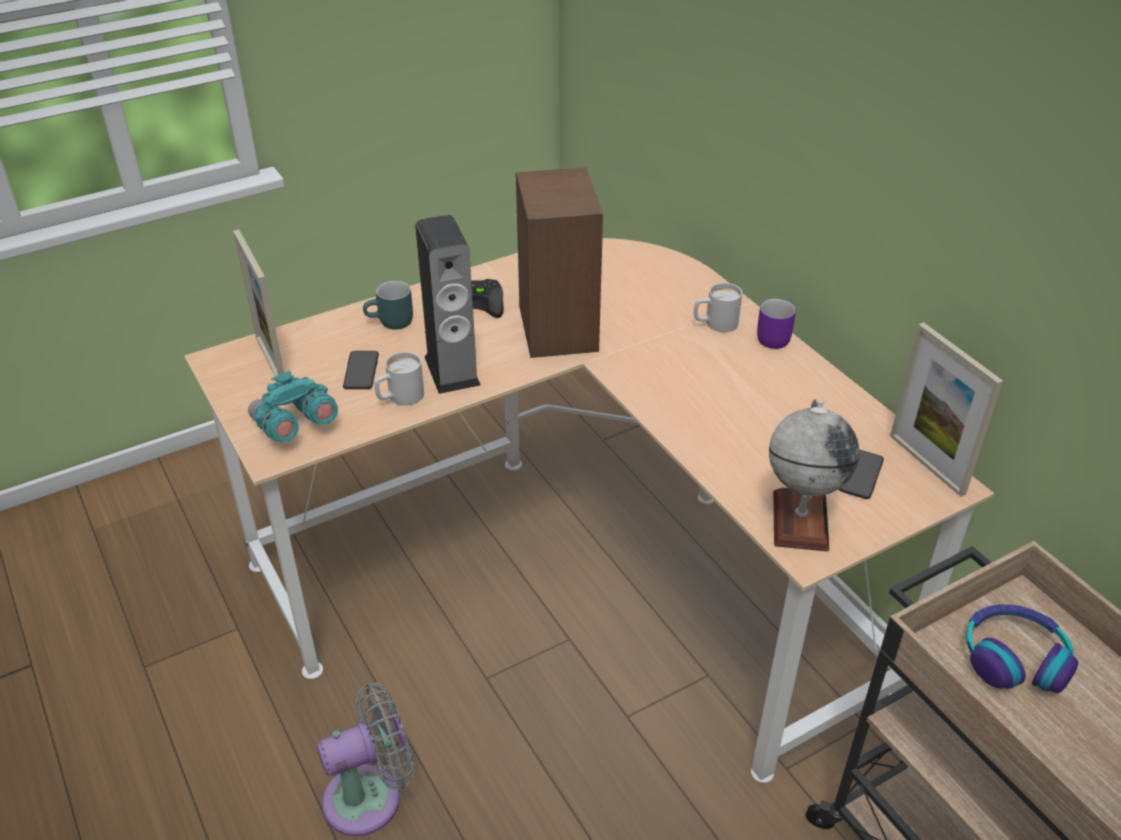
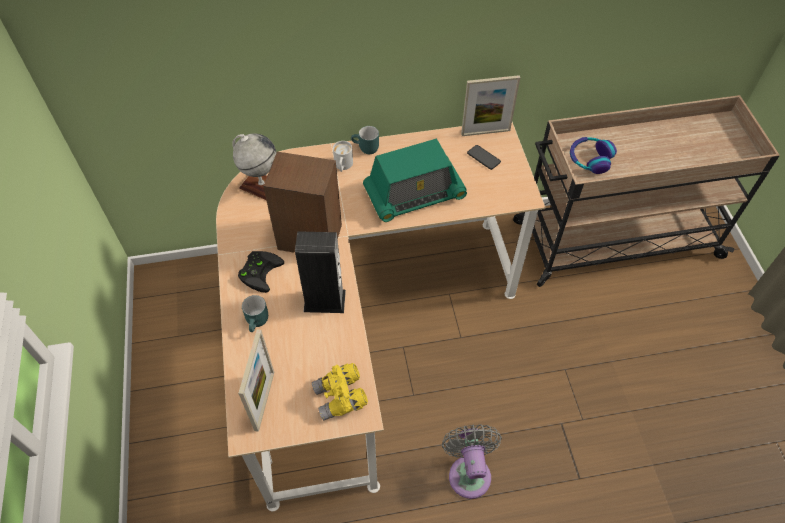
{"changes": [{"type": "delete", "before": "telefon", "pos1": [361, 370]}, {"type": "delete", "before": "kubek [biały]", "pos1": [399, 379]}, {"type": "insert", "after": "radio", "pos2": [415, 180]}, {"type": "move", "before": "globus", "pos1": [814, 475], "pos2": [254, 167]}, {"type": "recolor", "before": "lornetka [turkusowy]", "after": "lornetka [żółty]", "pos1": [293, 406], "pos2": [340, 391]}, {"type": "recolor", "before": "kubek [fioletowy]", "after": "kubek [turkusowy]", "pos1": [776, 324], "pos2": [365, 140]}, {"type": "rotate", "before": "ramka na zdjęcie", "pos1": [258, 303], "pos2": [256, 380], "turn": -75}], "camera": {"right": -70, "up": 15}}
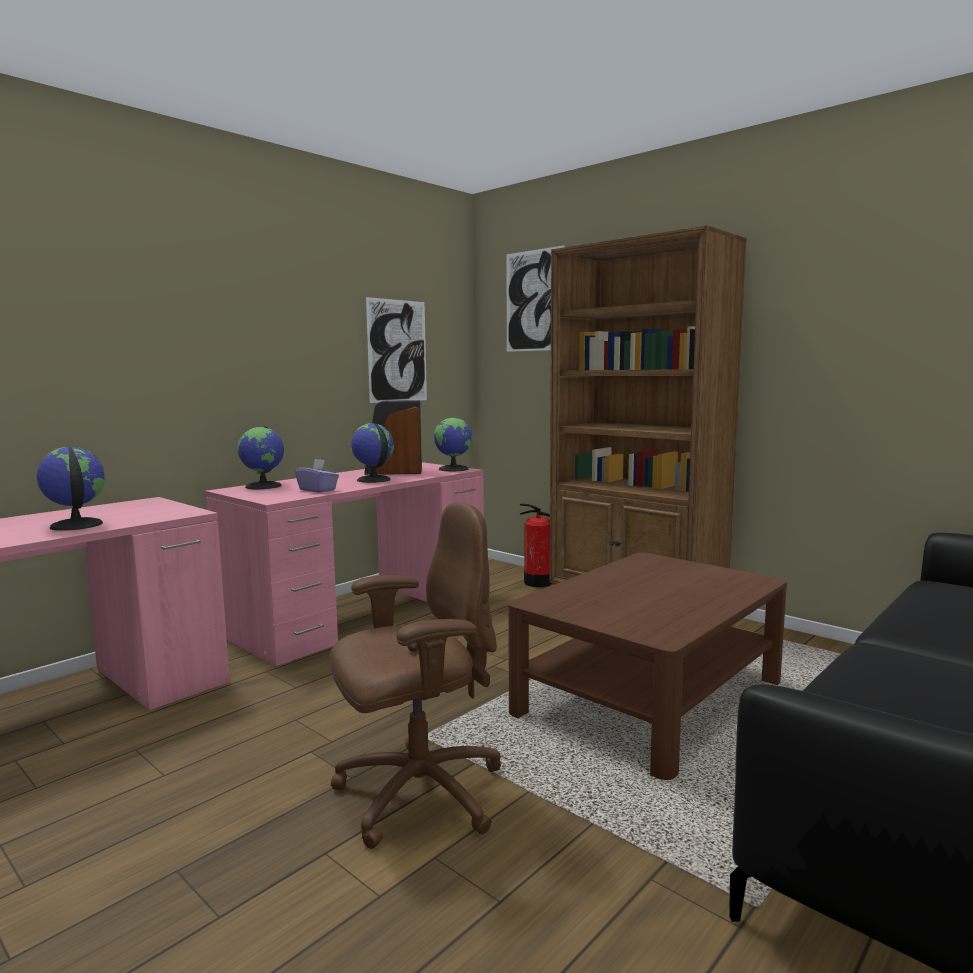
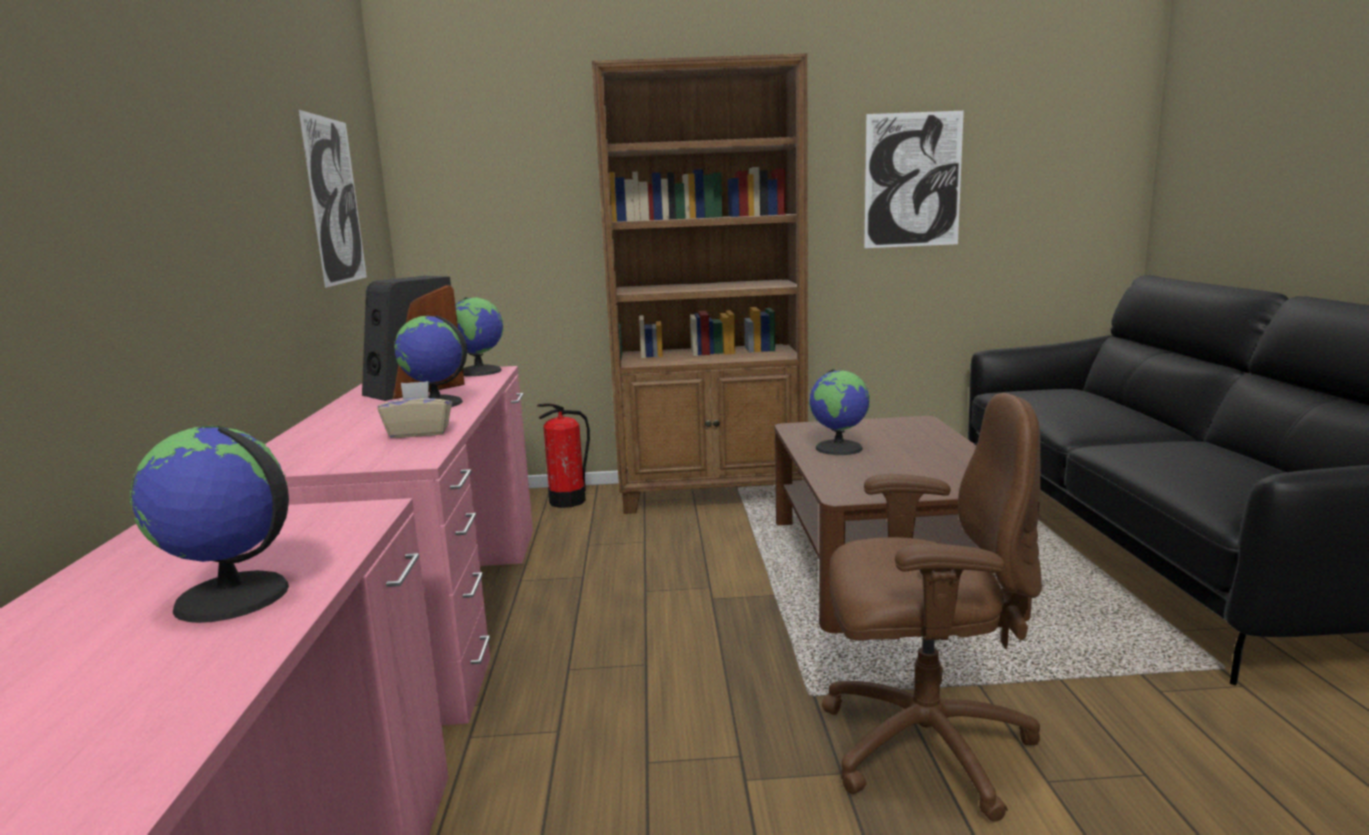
{"changes": [{"type": "move", "before": "globus", "pos1": [260, 457], "pos2": [839, 412]}, {"type": "move", "before": "obraz", "pos1": [535, 298], "pos2": [914, 179]}, {"type": "recolor", "before": "pudełko chusteczek [fioletowy]", "after": "pudełko chusteczek [beżowy]", "pos1": [317, 476], "pos2": [415, 409]}, {"type": "rotate", "before": "krzesło biurowe [brązowy]", "pos1": [415, 675], "pos2": [932, 607], "turn": 75}], "camera": {"right": -45, "up": 5}}
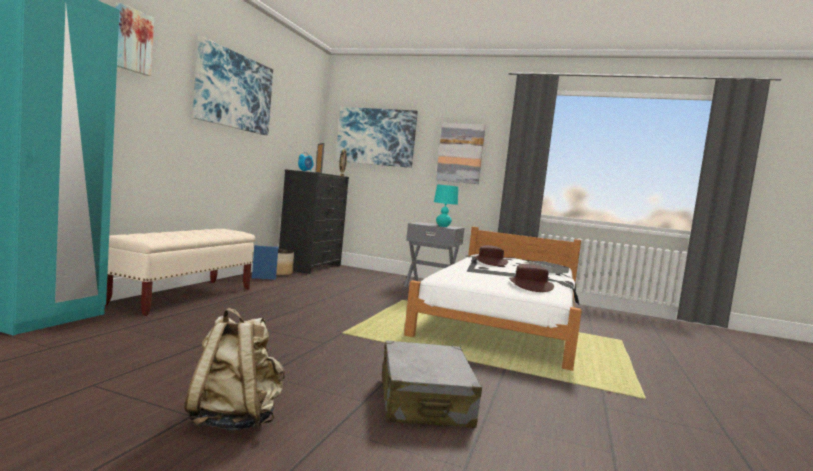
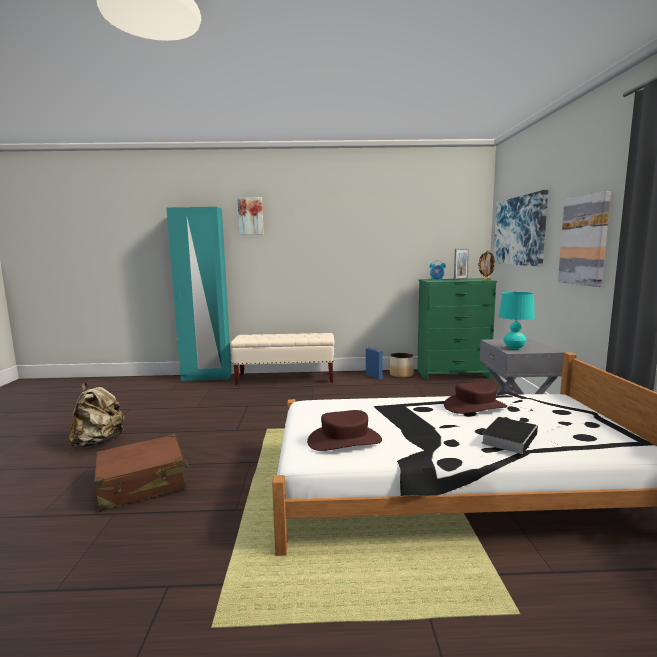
{"changes": [{"type": "delete", "before": "obraz", "pos1": [233, 85]}, {"type": "recolor", "before": "komoda [czarny]", "after": "komoda [zielony]", "pos1": [314, 221], "pos2": [457, 329]}, {"type": "recolor", "before": "walizka [szary]", "after": "walizka [brązowy]", "pos1": [432, 384], "pos2": [141, 473]}], "camera": {"right": 70, "up": 5}}
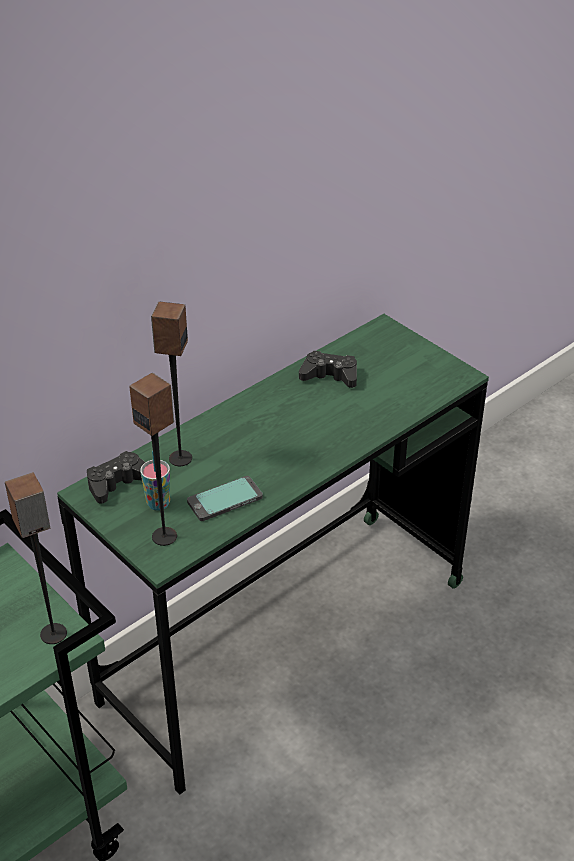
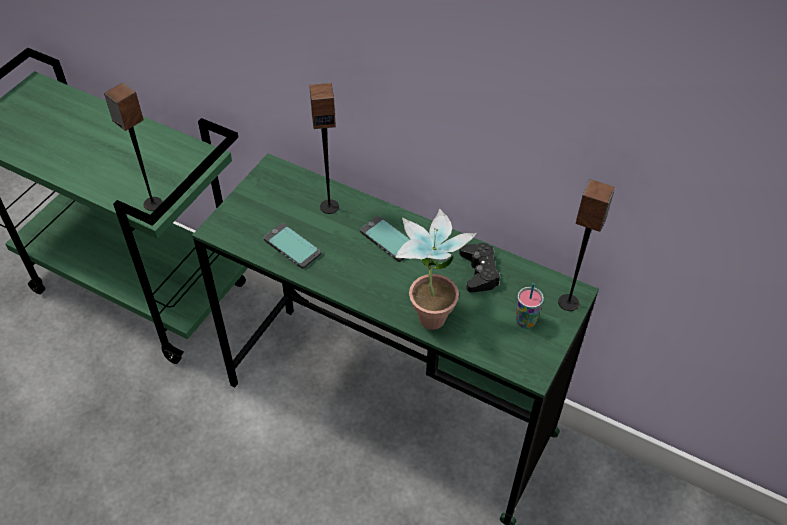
{"changes": [{"type": "delete", "before": "pad do gier [czarny]", "pos1": [116, 477]}, {"type": "insert", "after": "telefon", "pos2": [385, 239]}, {"type": "insert", "after": "roślina doniczkowa", "pos2": [435, 269]}, {"type": "move", "before": "głośnik", "pos1": [153, 459], "pos2": [586, 245]}, {"type": "move", "before": "filiżanka", "pos1": [155, 481], "pos2": [529, 306]}], "camera": {"right": 70, "up": 10}}
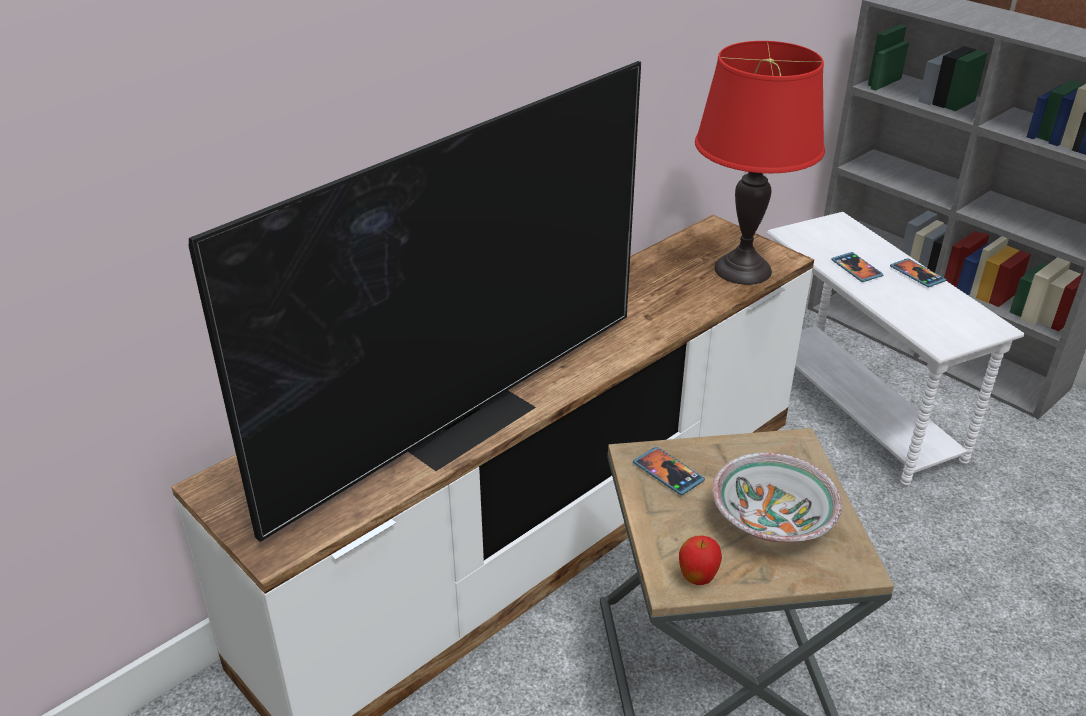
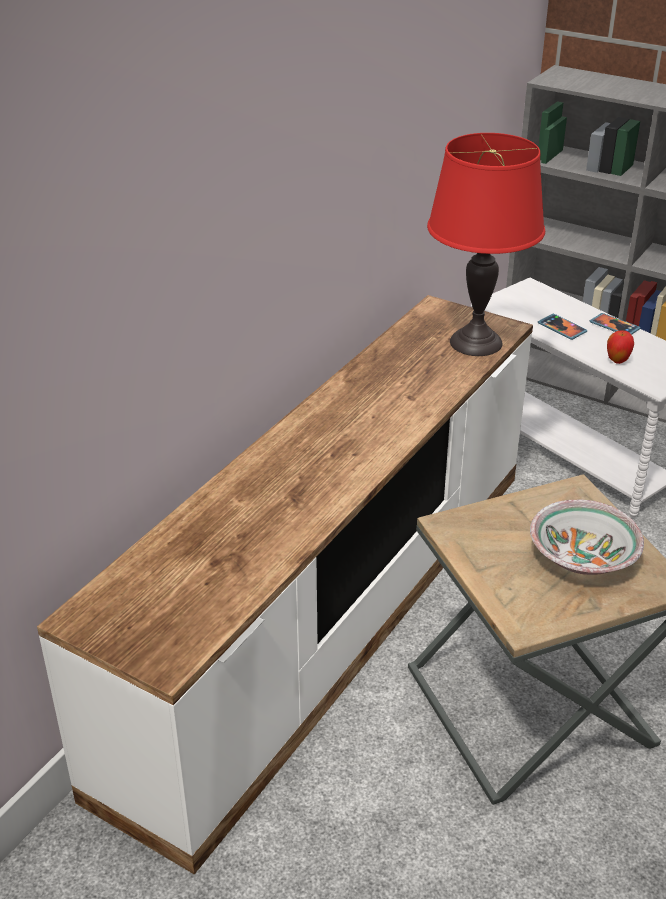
{"changes": [{"type": "delete", "before": "telewizor", "pos1": [415, 301]}, {"type": "delete", "before": "telefon", "pos1": [669, 471]}, {"type": "move", "before": "jabłko", "pos1": [700, 560], "pos2": [620, 347]}], "camera": {"right": -15, "up": 0}}
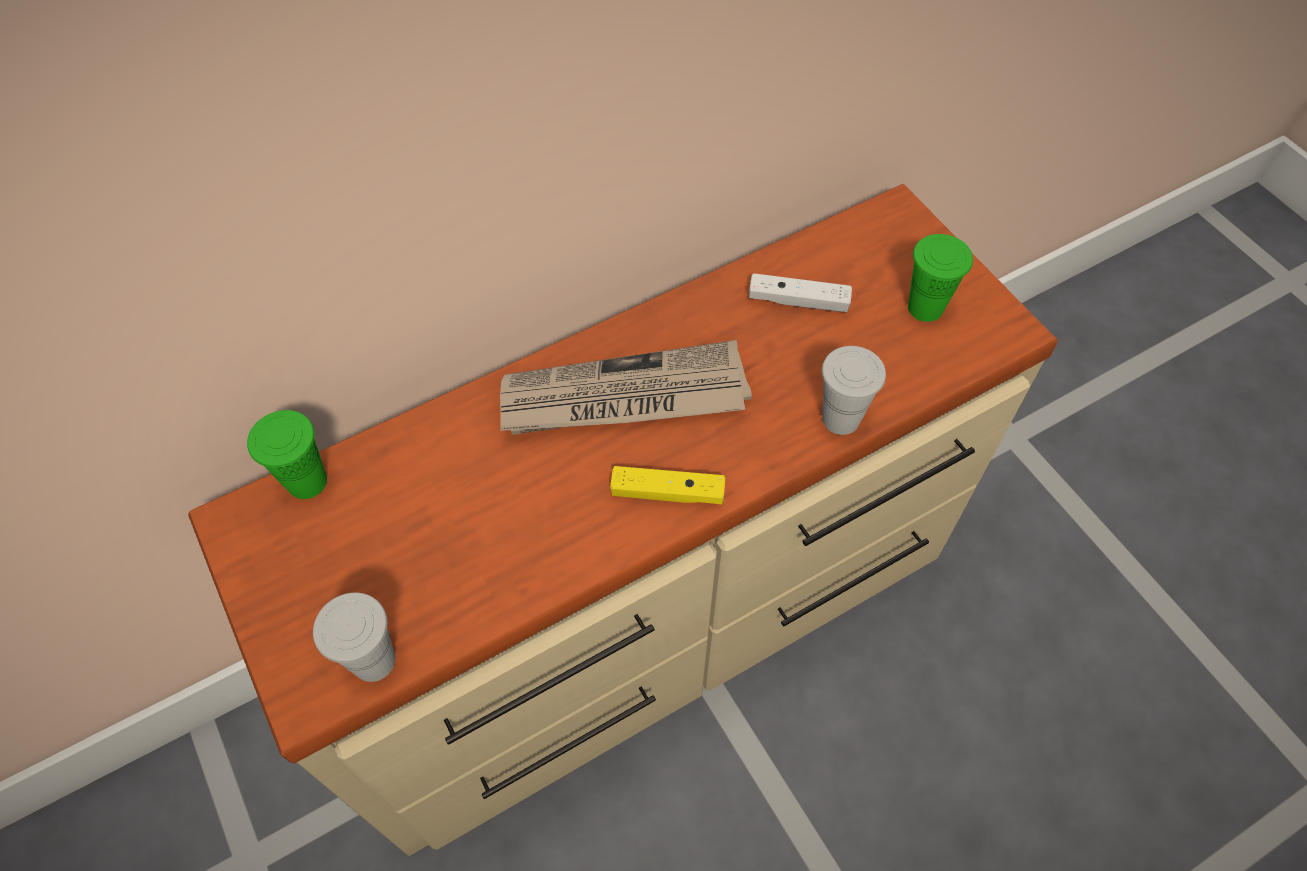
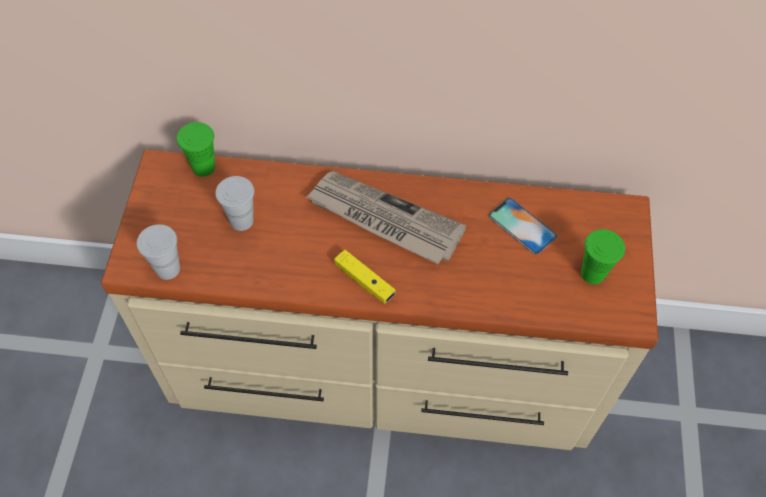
{"changes": [{"type": "move", "before": "filiżanka [biały]", "pos1": [854, 390], "pos2": [234, 203]}, {"type": "replace", "before": "pad do gier [biały]", "after": "telefon", "pos1": [800, 292], "pos2": [523, 226]}], "camera": {"right": 35, "up": 0}}
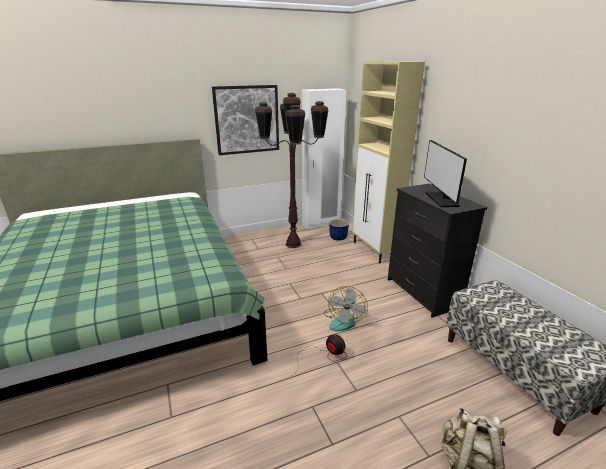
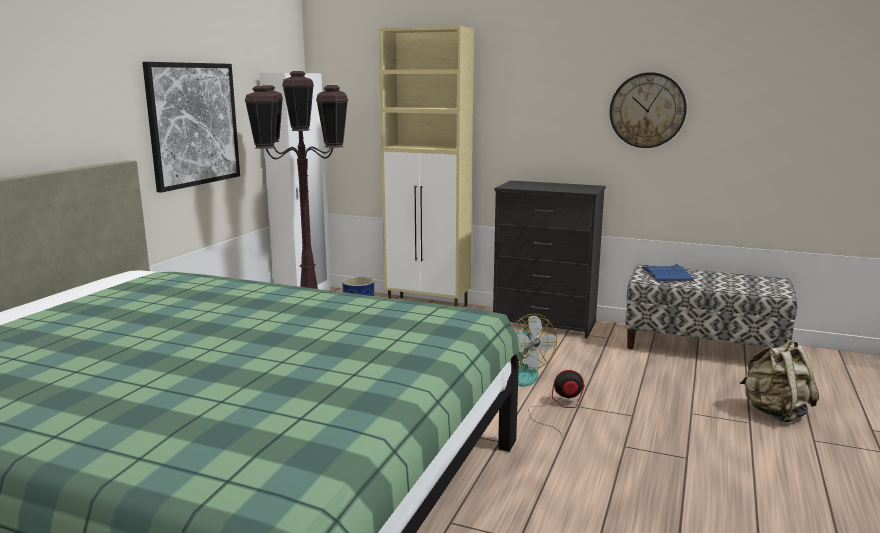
{"changes": [{"type": "delete", "before": "monitor", "pos1": [445, 173]}, {"type": "insert", "after": "zegar ścienny", "pos2": [648, 110]}, {"type": "insert", "after": "książka [niebieski]", "pos2": [667, 272]}], "camera": {"right": -45, "up": -10}}
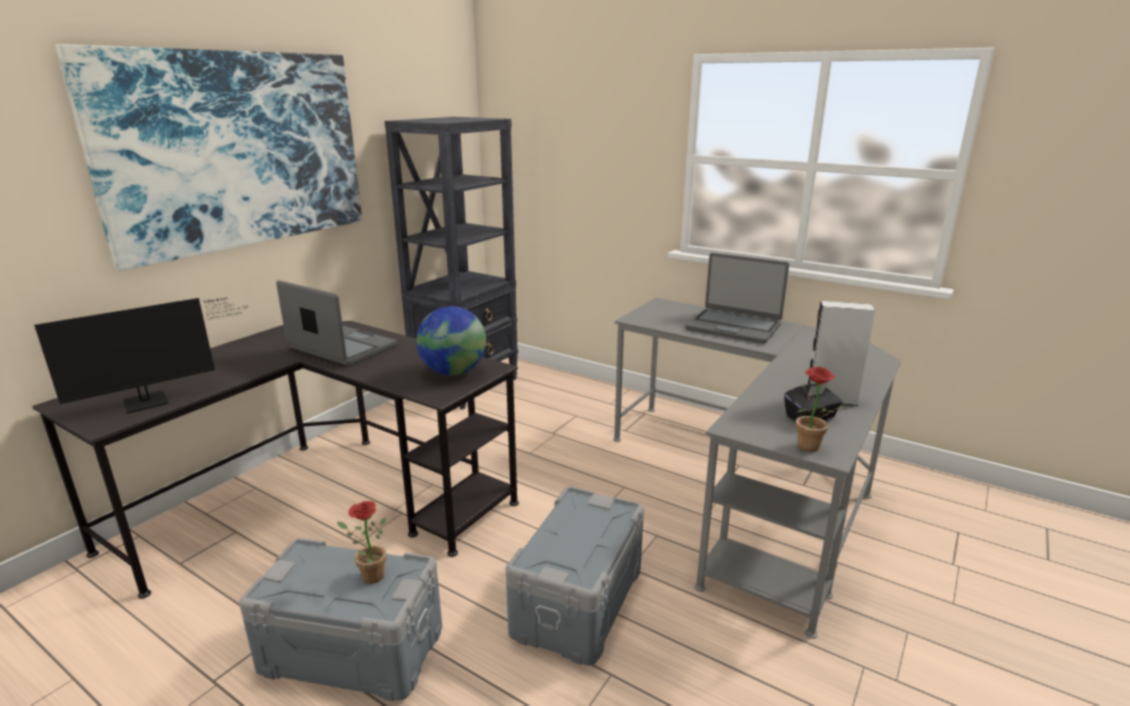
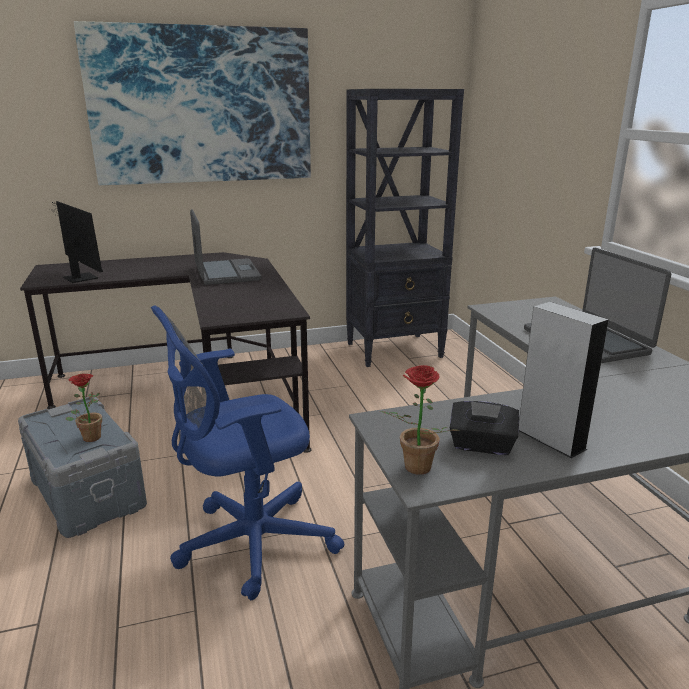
{"changes": [{"type": "delete", "before": "globus", "pos1": [451, 340]}, {"type": "replace", "before": "pojemnik do przechowywania [szary]", "after": "krzesło biurowe [niebieski]", "pos1": [575, 576], "pos2": [247, 452]}, {"type": "rotate", "before": "monitor", "pos1": [141, 355], "pos2": [76, 242], "turn": -135}], "camera": {"right": 40, "up": 0}}
